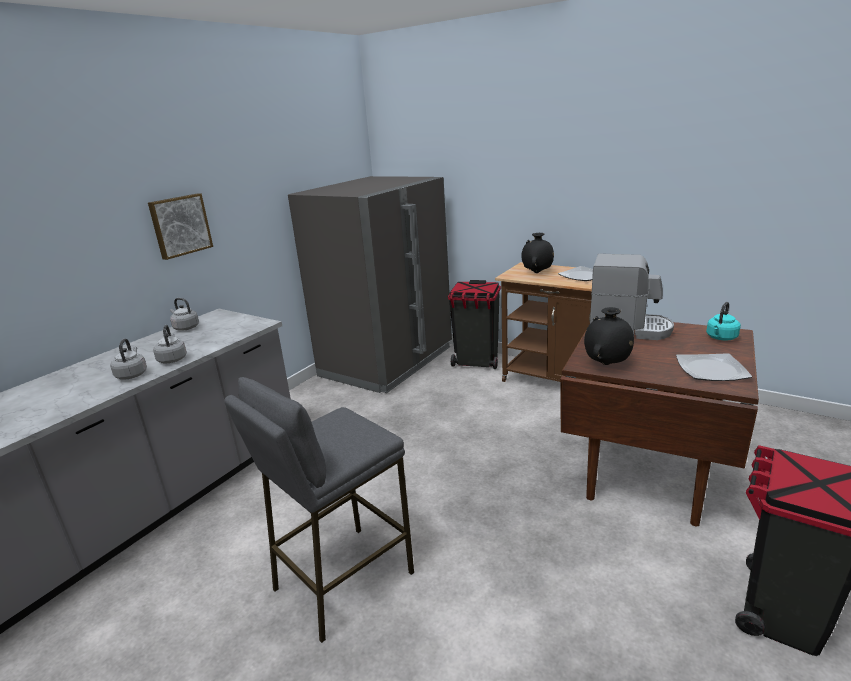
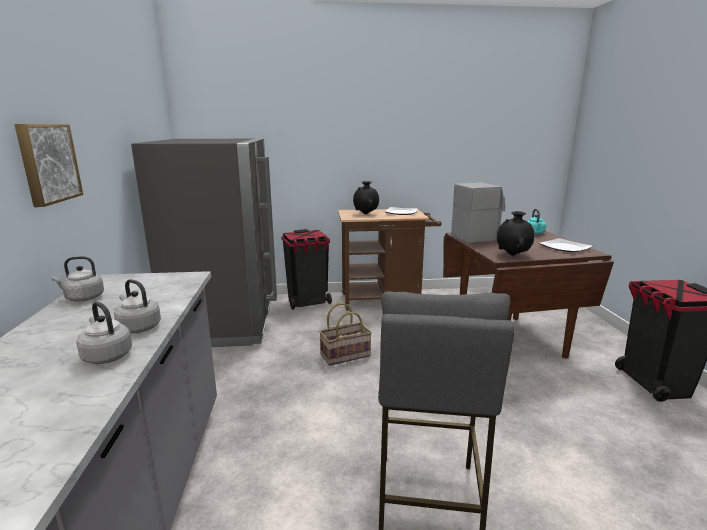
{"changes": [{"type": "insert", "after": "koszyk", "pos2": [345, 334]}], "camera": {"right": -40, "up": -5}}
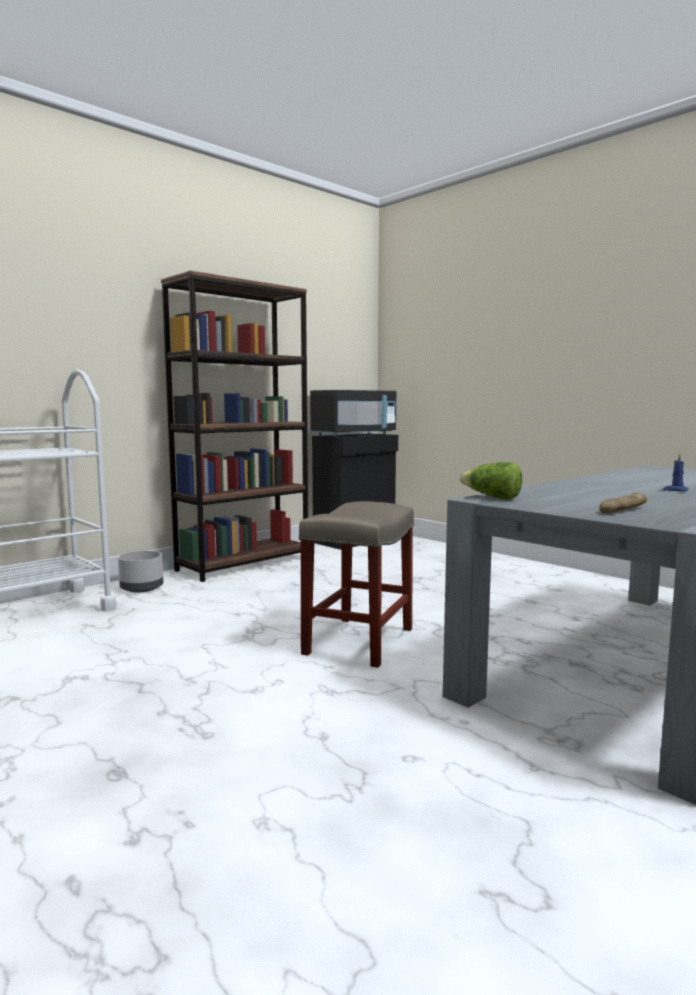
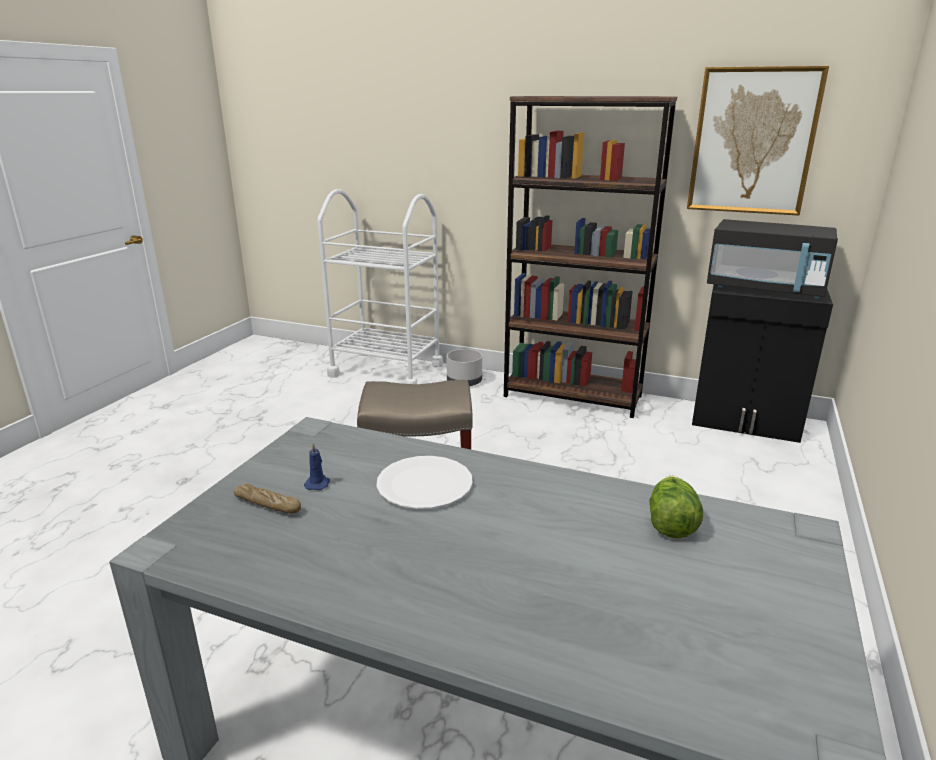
{"changes": [{"type": "insert", "after": "talerz [biały]", "pos2": [424, 482]}, {"type": "insert", "after": "obraz", "pos2": [758, 141]}, {"type": "move", "before": "sałata", "pos1": [491, 481], "pos2": [676, 507]}, {"type": "move", "before": "świeca [niebieski]", "pos1": [676, 472], "pos2": [317, 466]}], "camera": {"right": 65, "up": 15}}
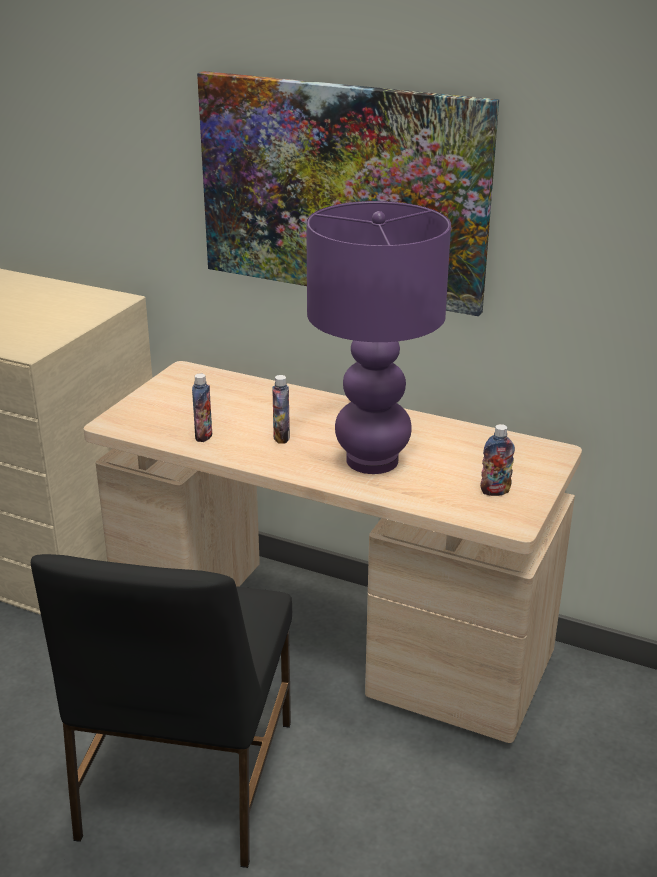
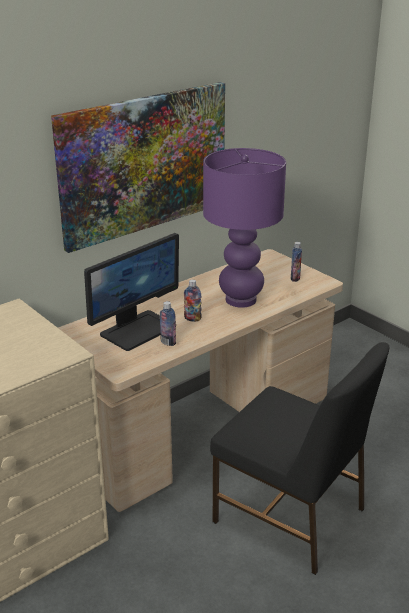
{"changes": [{"type": "insert", "after": "monitor", "pos2": [131, 292]}], "camera": {"right": -65, "up": 0}}
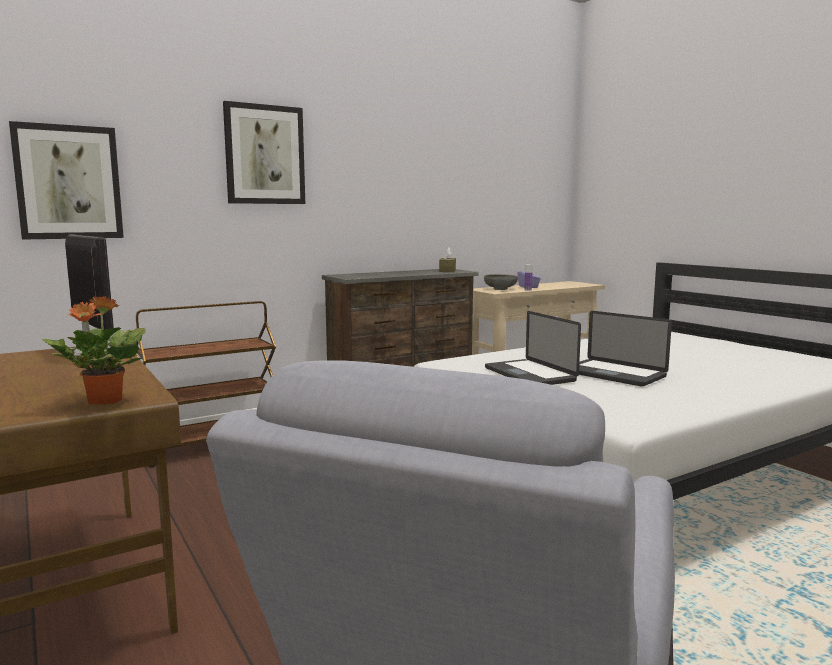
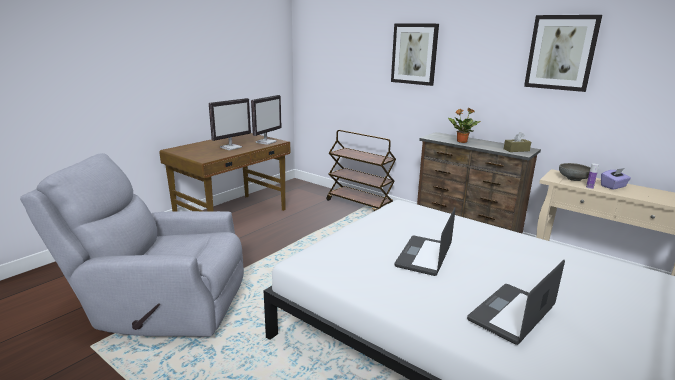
{"changes": [{"type": "insert", "after": "monitor", "pos2": [230, 124]}, {"type": "move", "before": "obraz", "pos1": [66, 180], "pos2": [563, 53]}, {"type": "move", "before": "roślina doniczkowa", "pos1": [94, 350], "pos2": [464, 125]}, {"type": "move", "before": "laptop", "pos1": [533, 348], "pos2": [516, 302]}], "camera": {"right": 70, "up": 10}}
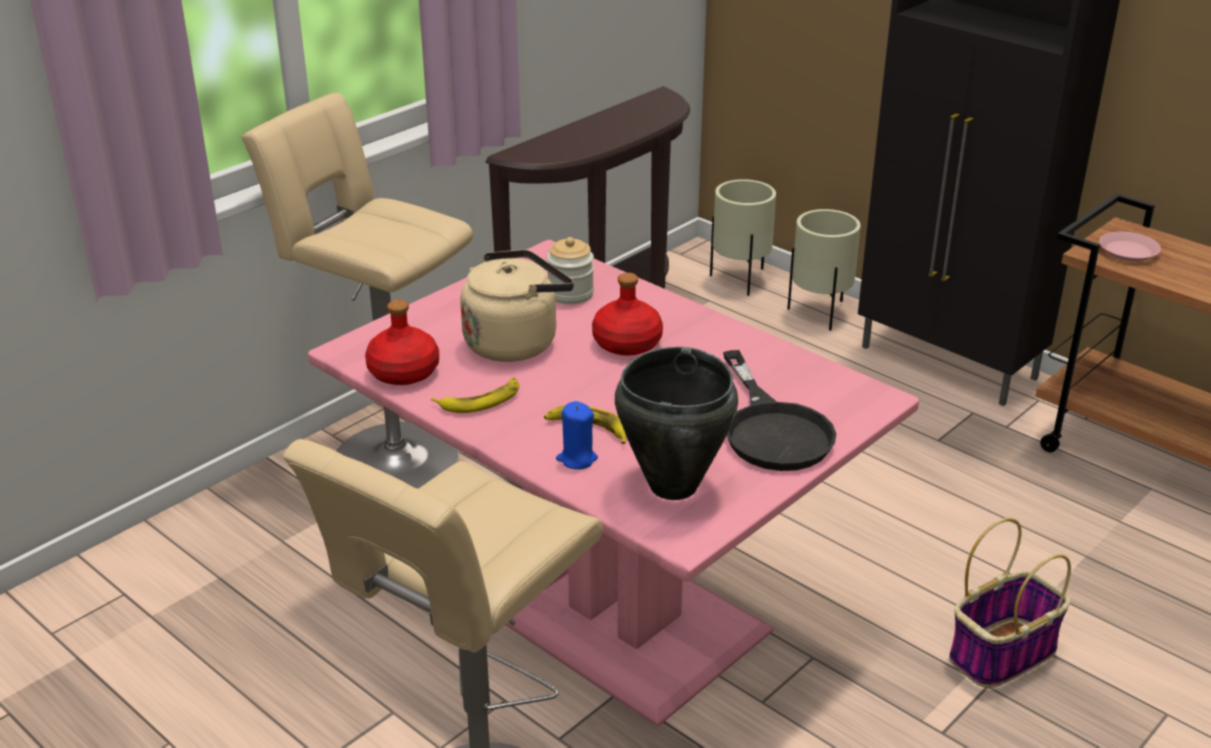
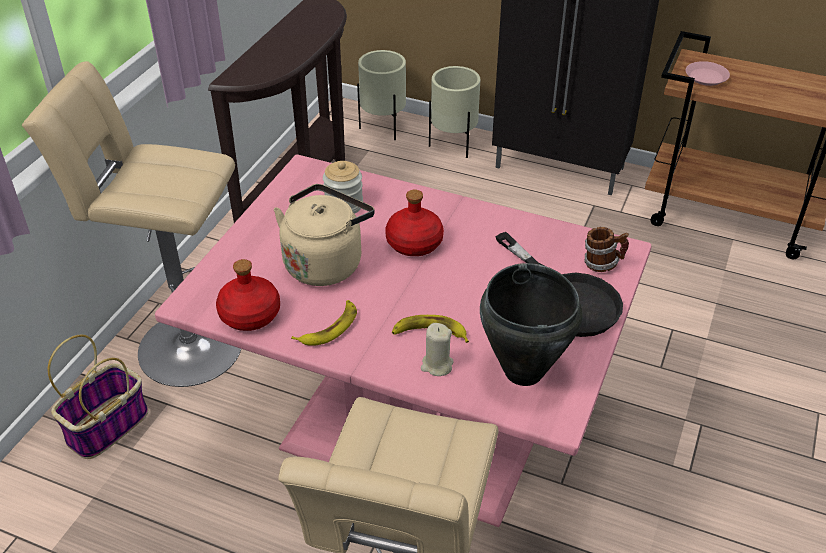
{"changes": [{"type": "insert", "after": "kubek", "pos2": [606, 249]}, {"type": "move", "before": "koszyk", "pos1": [1010, 603], "pos2": [98, 396]}, {"type": "recolor", "before": "świeca [niebieski]", "after": "świeca [beżowy]", "pos1": [577, 435], "pos2": [437, 349]}], "camera": {"right": -20, "up": 10}}
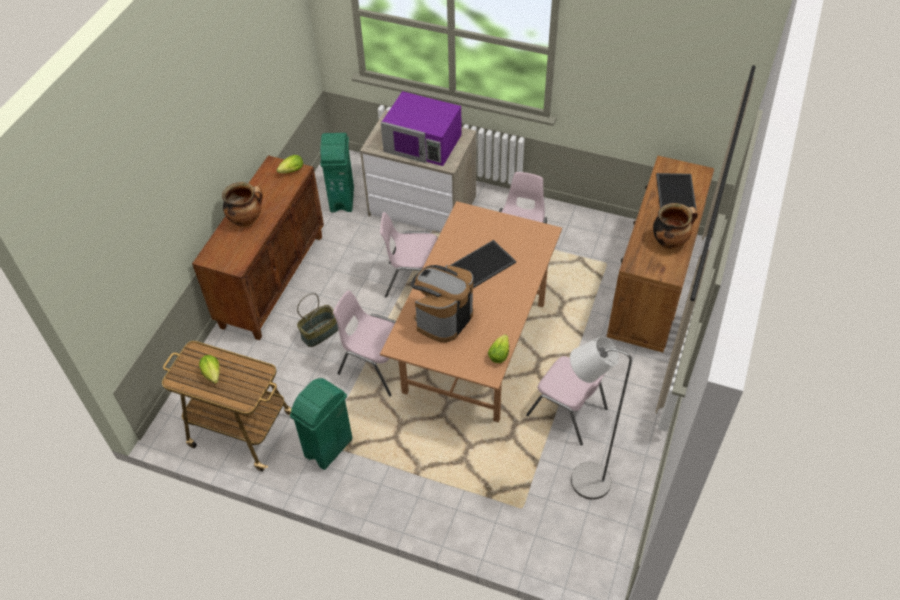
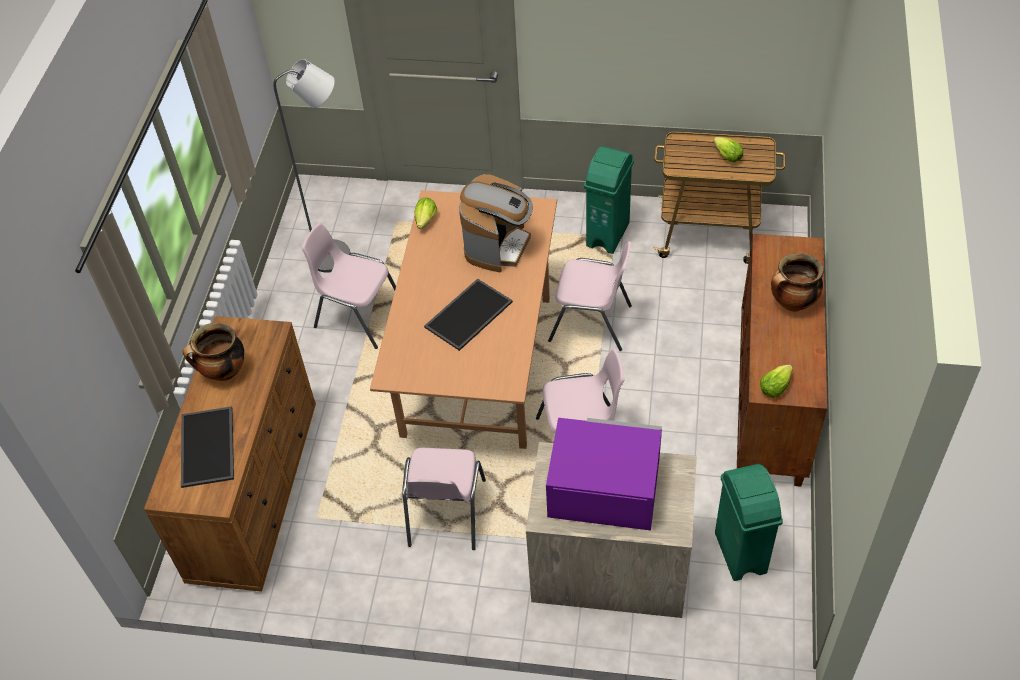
{"changes": [{"type": "delete", "before": "koszyk", "pos1": [318, 320]}], "camera": {"right": 170, "up": 0}}
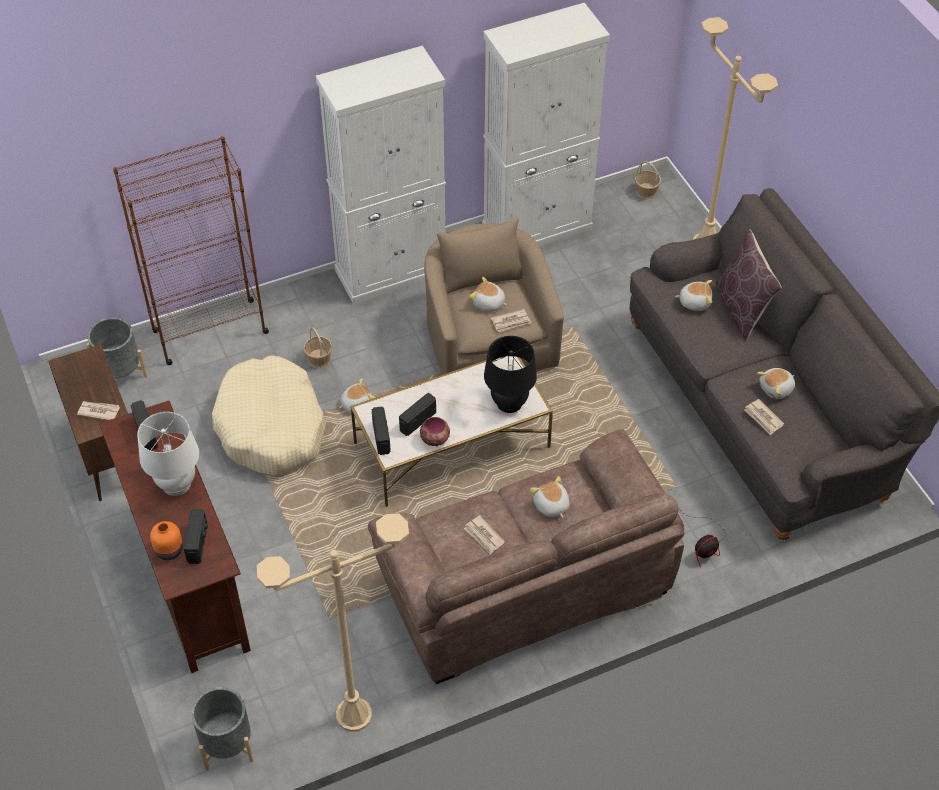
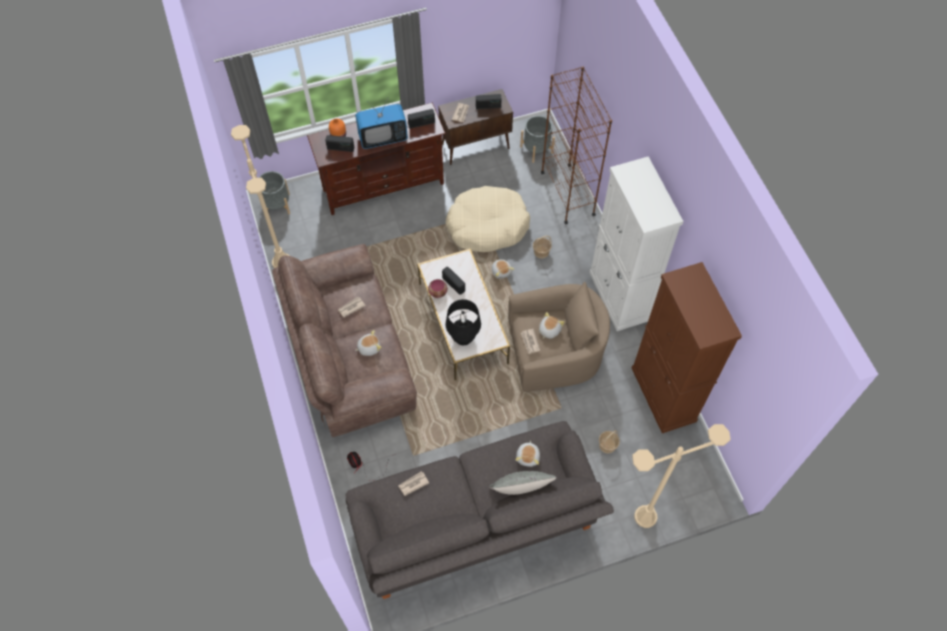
{"changes": [{"type": "delete", "before": "pluszak", "pos1": [776, 383]}, {"type": "move", "before": "radio", "pos1": [381, 430], "pos2": [489, 102]}, {"type": "move", "before": "koszyk", "pos1": [648, 180], "pos2": [609, 442]}, {"type": "replace", "before": "lampa stołowa [biały]", "after": "telewizor", "pos1": [168, 454], "pos2": [381, 123]}, {"type": "recolor", "before": "szafka [biały]", "after": "szafka [brązowy]", "pos1": [546, 125], "pos2": [687, 347]}, {"type": "recolor", "before": "poduszka [brązowy]", "after": "poduszka [szary]", "pos1": [749, 285], "pos2": [523, 483]}], "camera": {"right": 95, "up": 10}}
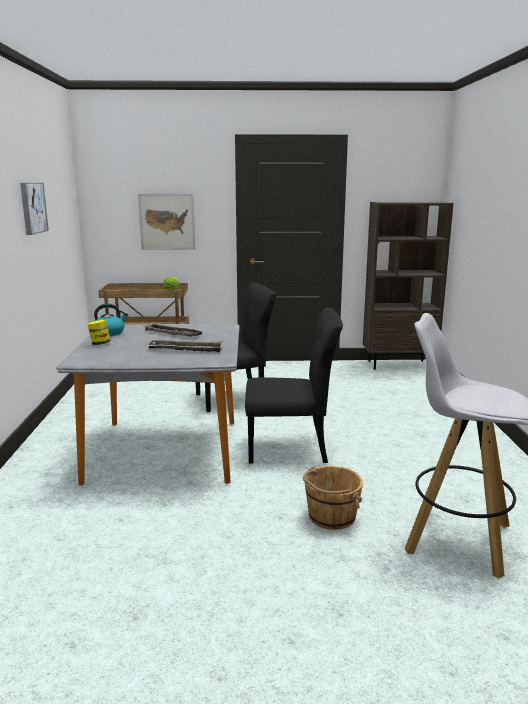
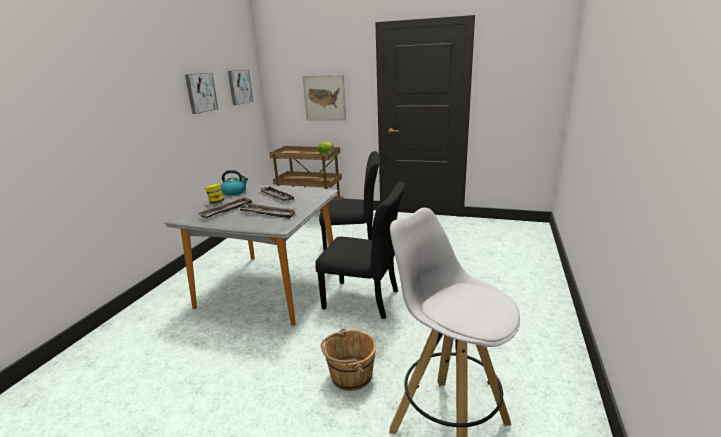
{"changes": [{"type": "delete", "before": "regał [brązowy]", "pos1": [408, 286]}, {"type": "insert", "after": "taca", "pos2": [224, 207]}, {"type": "insert", "after": "obraz", "pos2": [240, 87]}], "camera": {"right": 20, "up": 5}}
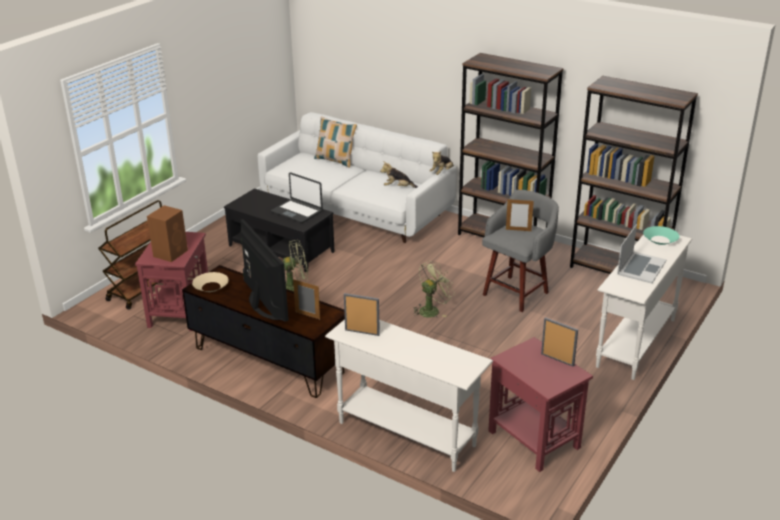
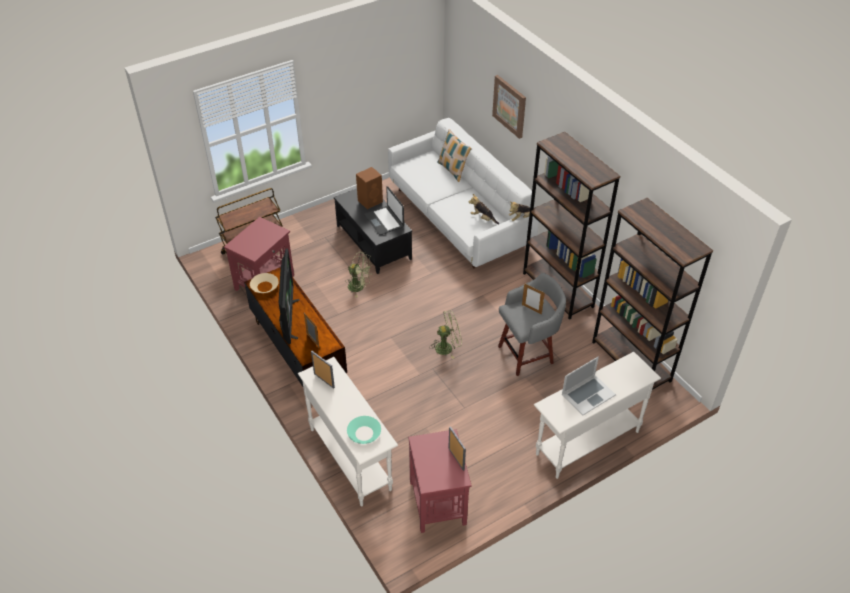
{"changes": [{"type": "insert", "after": "obraz", "pos2": [509, 107]}, {"type": "move", "before": "głośnik [brązowy]", "pos1": [167, 233], "pos2": [369, 188]}, {"type": "move", "before": "miska [turkusowy]", "pos1": [661, 235], "pos2": [364, 430]}], "camera": {"right": 25, "up": 15}}
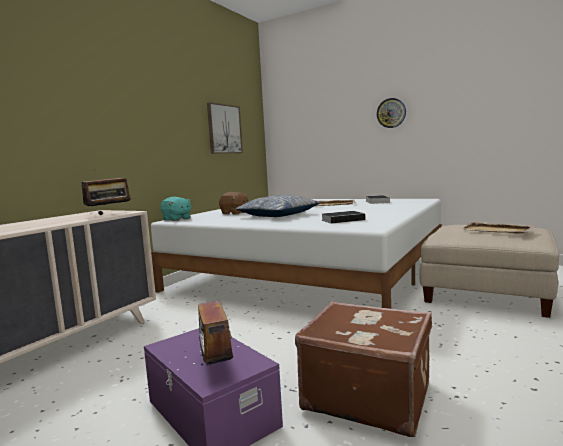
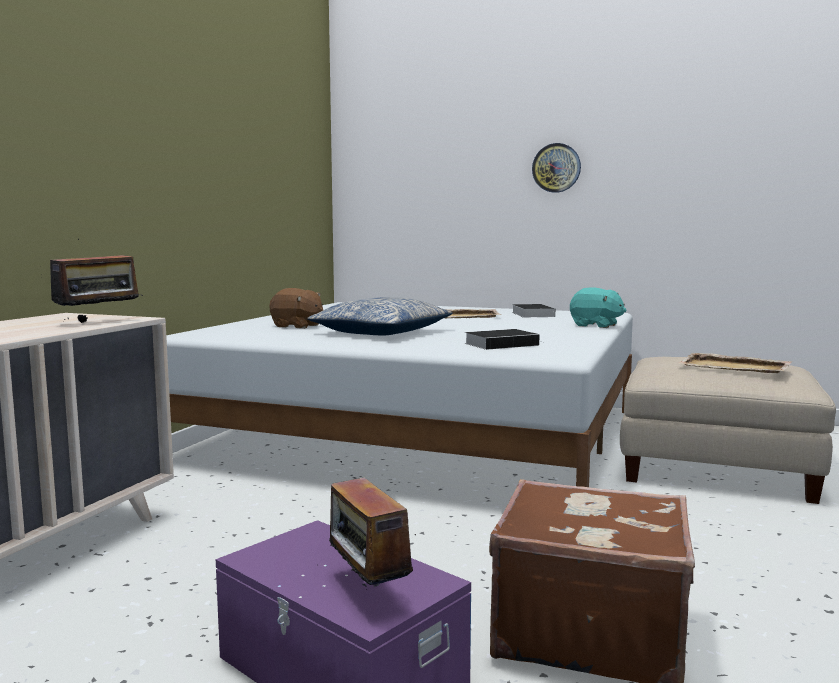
{"changes": [{"type": "delete", "before": "obraz", "pos1": [225, 128]}, {"type": "move", "before": "pluszak [turkusowy]", "pos1": [175, 209], "pos2": [598, 307]}], "camera": {"right": -10, "up": 0}}
